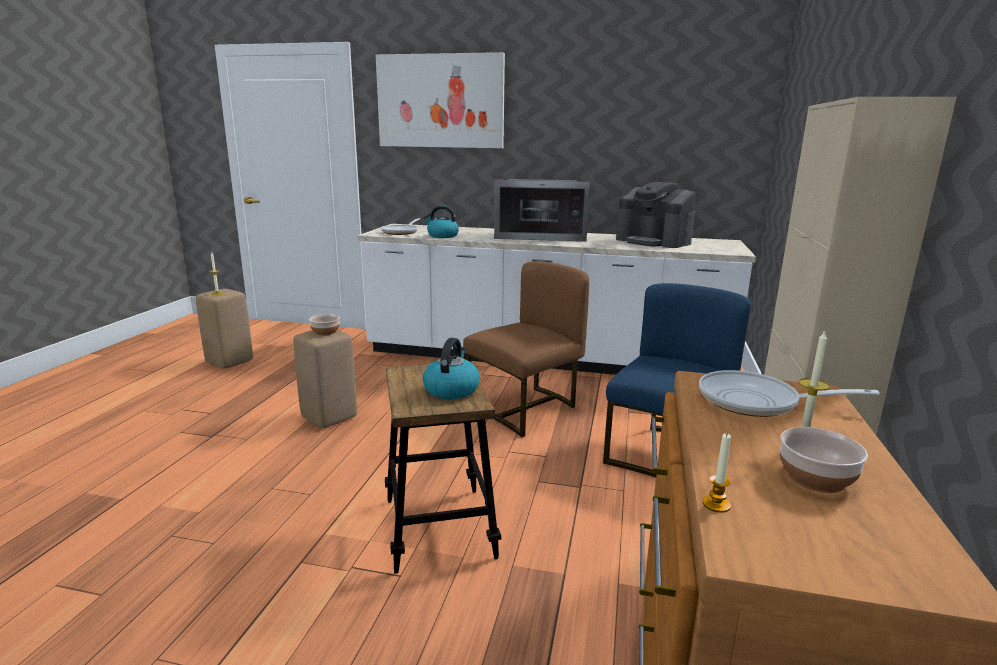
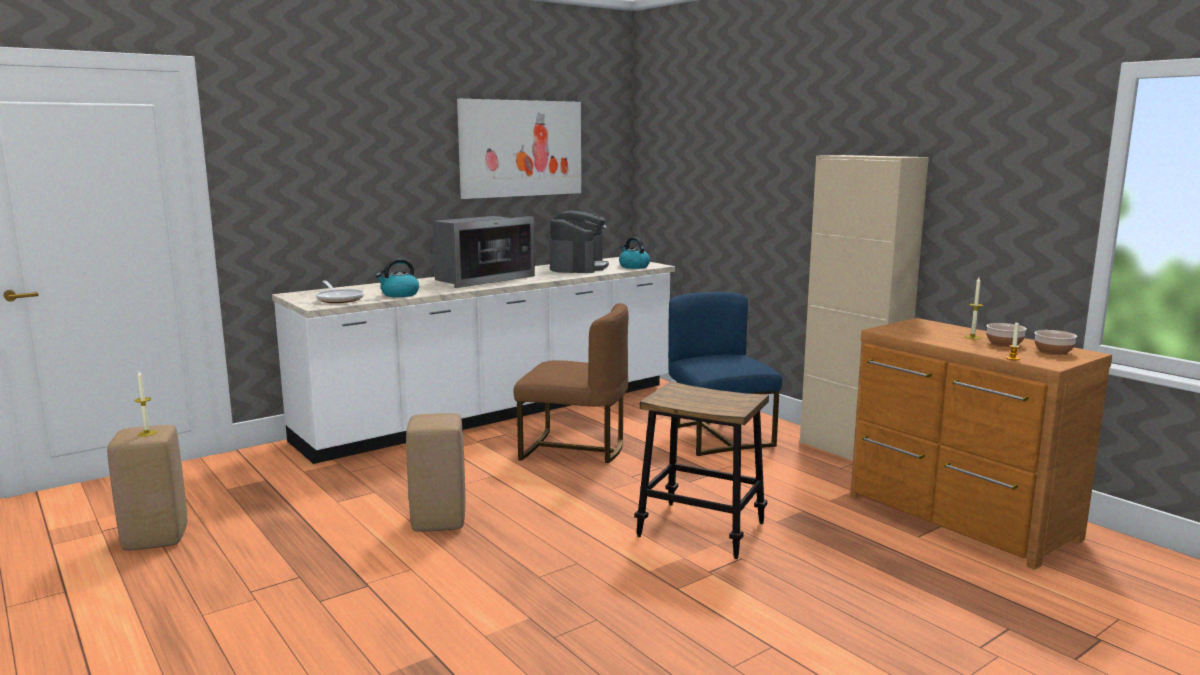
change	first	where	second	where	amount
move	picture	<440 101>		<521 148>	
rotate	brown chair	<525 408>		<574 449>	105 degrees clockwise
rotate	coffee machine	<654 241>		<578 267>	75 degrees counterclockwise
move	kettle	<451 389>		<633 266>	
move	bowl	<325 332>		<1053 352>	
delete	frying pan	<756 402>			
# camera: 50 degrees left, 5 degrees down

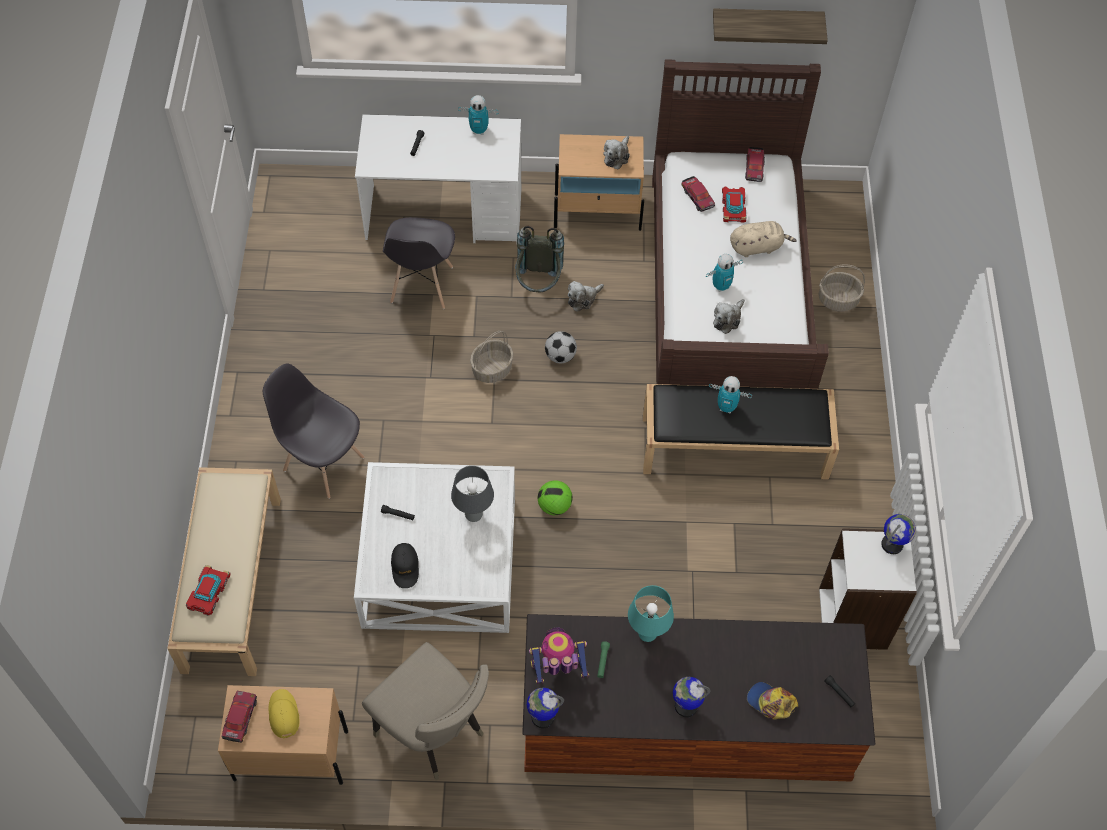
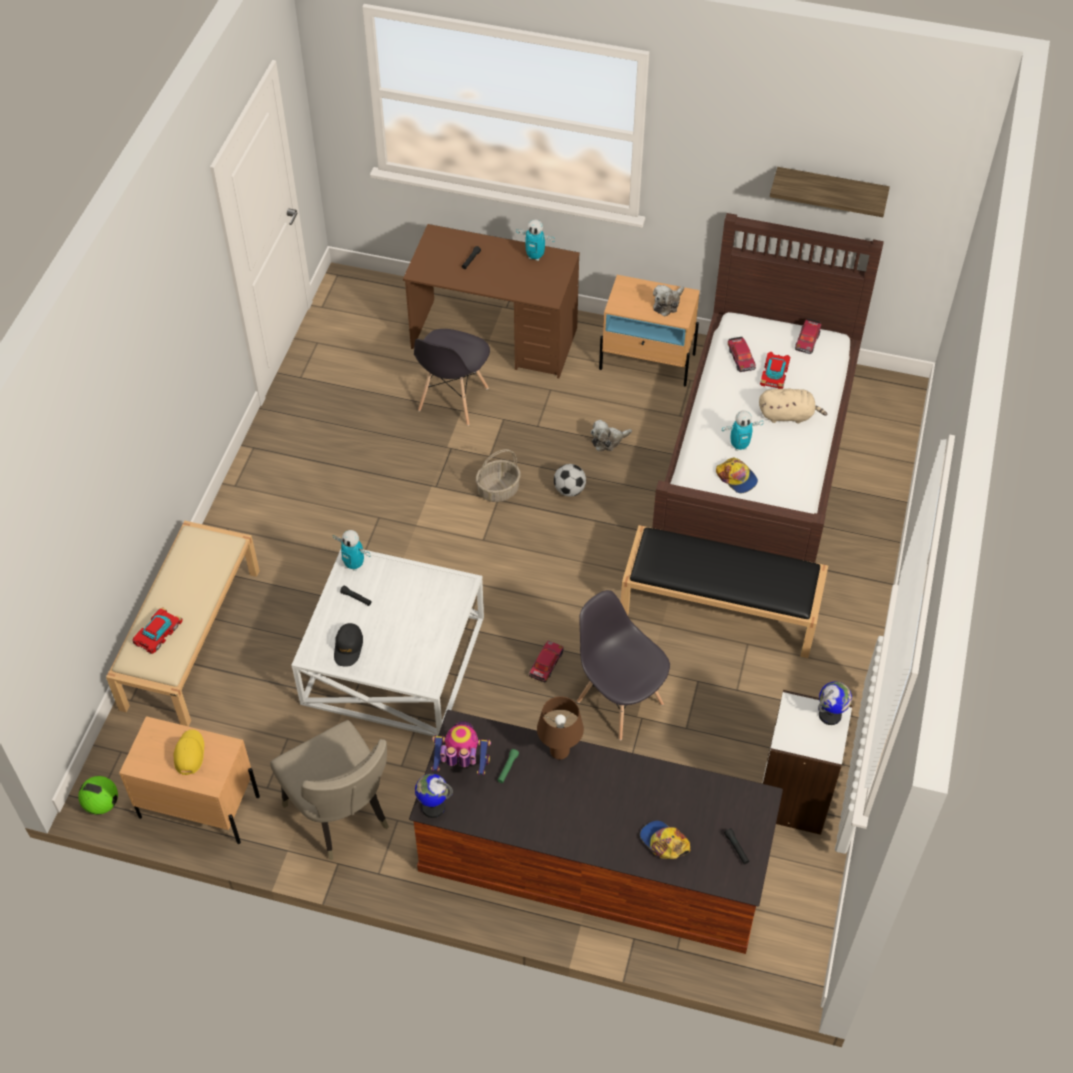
change	first	where	second	where	amount
move	football	<554 506>		<102 804>	
move	toy robot	<726 407>		<354 564>	
recolor	white desk	<444 215>	brown desk	<494 339>	
move	toy car	<239 719>		<546 664>	
recolor	turquoise table lamp	<646 634>	brown table lamp	<559 752>	
move	grey chair	<323 463>		<619 701>	
replace	plush toy	<727 319>	cap	<737 478>	
delete	grey table lamp	<473 515>			
delete	grey backpack	<538 285>			
delete	globe	<685 706>			
delete	basket	<838 299>			
# camera: 15 degrees right, 5 degrees down

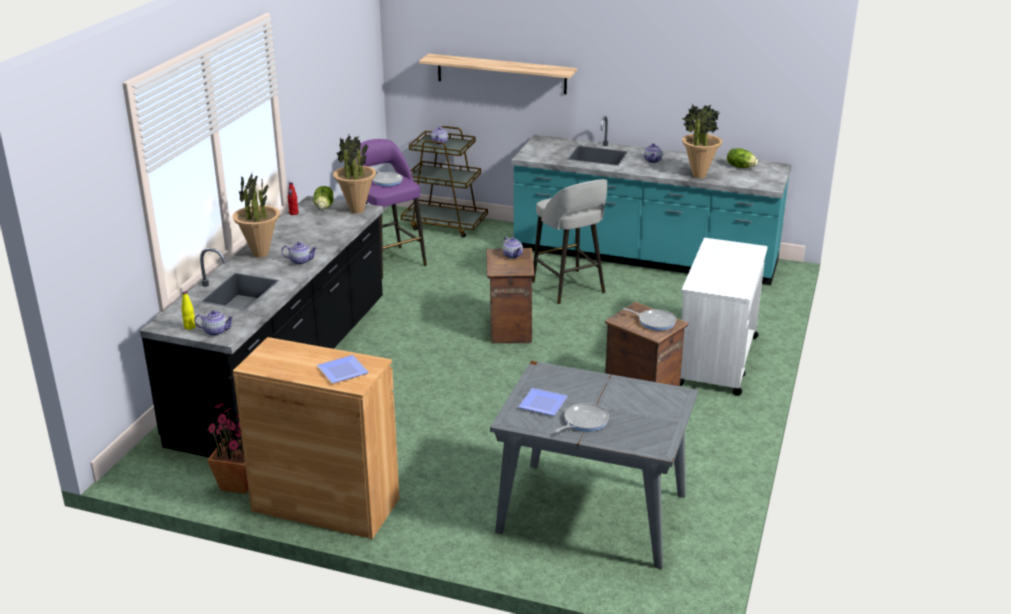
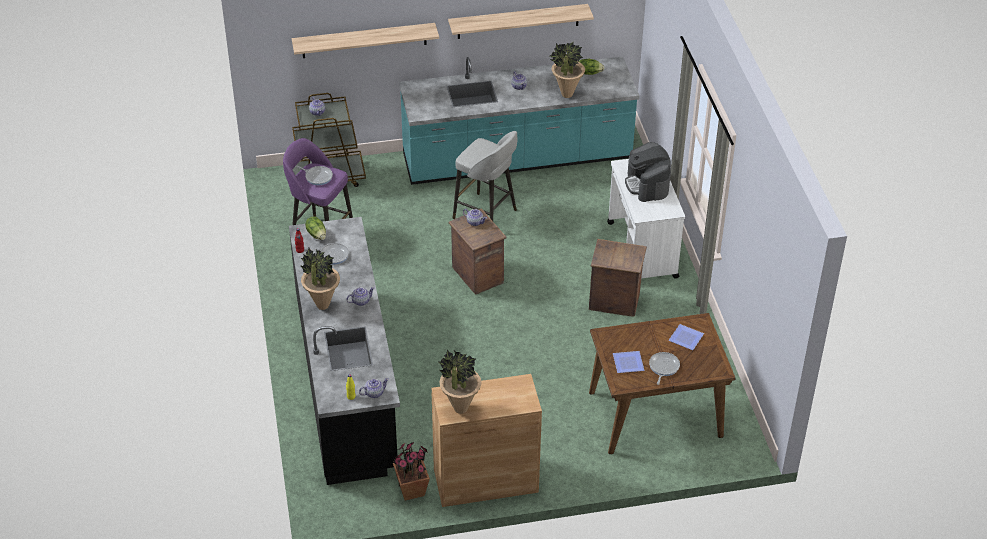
change	first	where	second	where	amount
move	frying pan	<654 321>		<332 255>	
move	potted plant	<356 210>		<460 408>	
insert			shelf	<518 21>	
recolor	grey dining table	<590 513>	brown dining table	<654 414>	
insert			coffee machine	<647 185>	
move	plate	<344 371>		<687 338>	
# camera: 30 degrees left, 15 degrees up

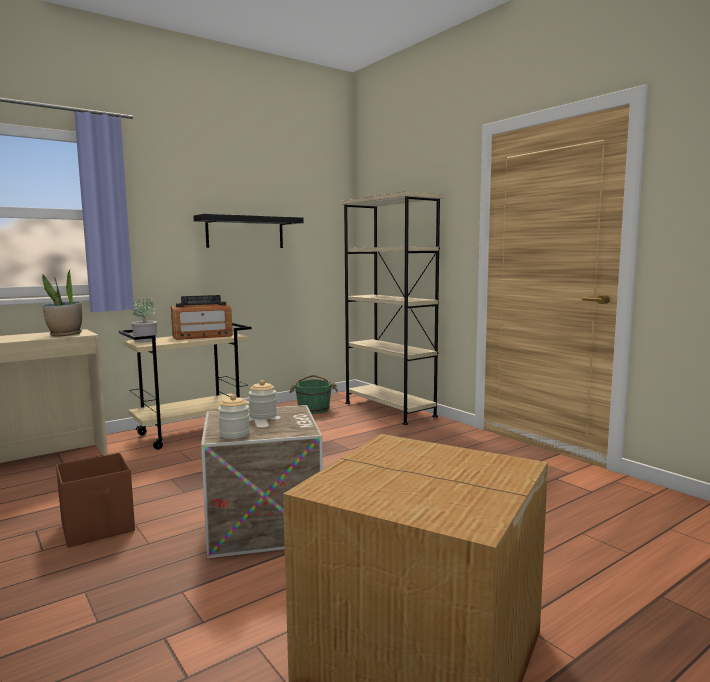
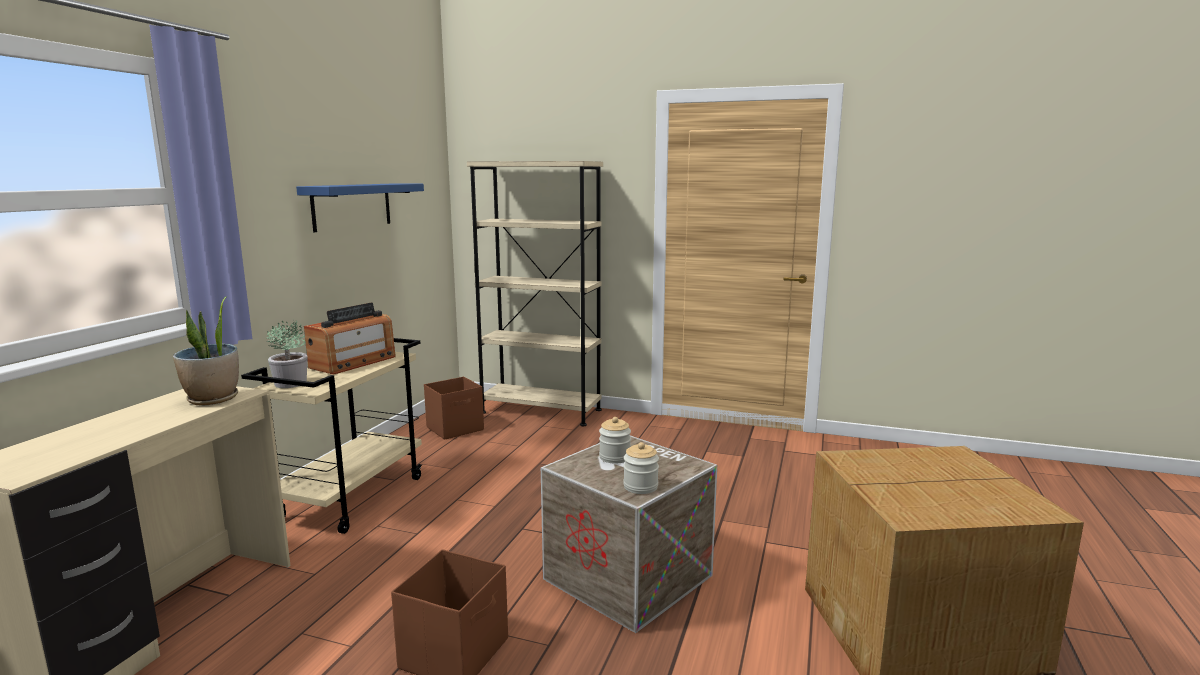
change	first	where	second	where	amount
recolor	black shelf	<245 232>	blue shelf	<352 206>	
replace	green bucket	<313 409>	brown storage box	<456 428>	
# camera: 35 degrees left, 5 degrees up

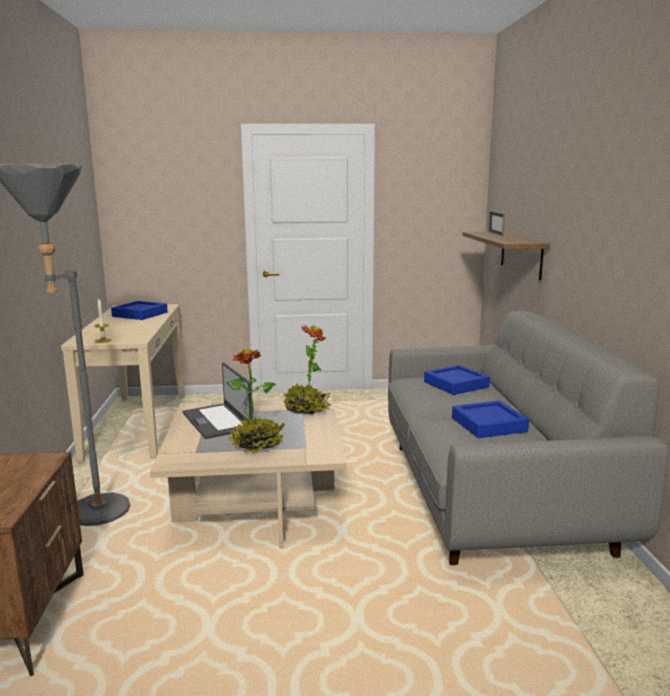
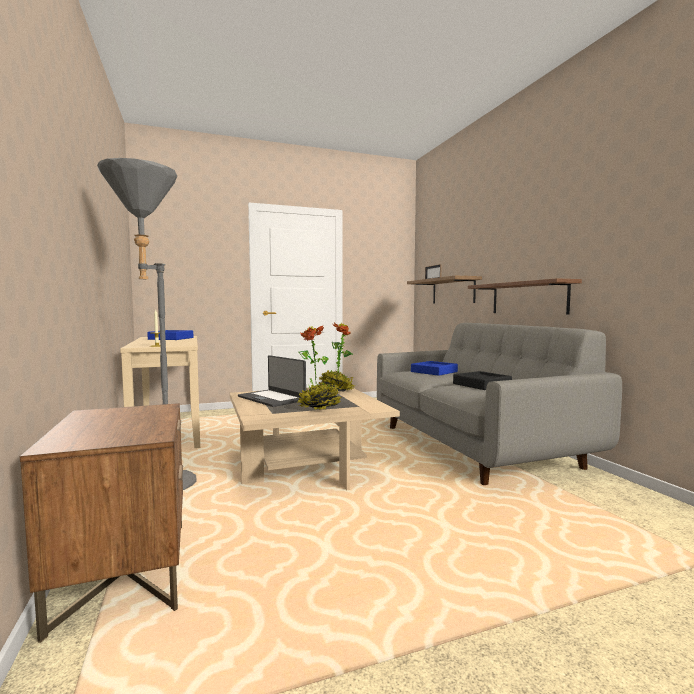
change	first	where	second	where	amount
recolor	blue tray	<488 425>	black tray	<481 385>	
insert			brown shelf	<528 298>	
# camera: 15 degrees left, 10 degrees down

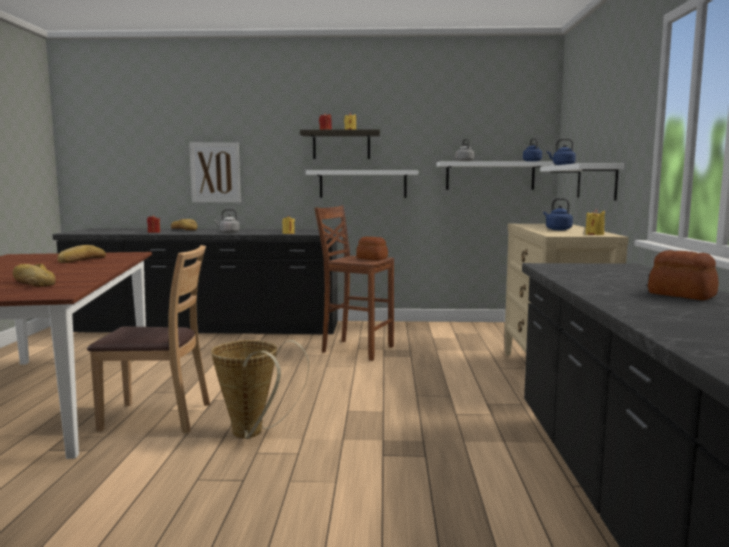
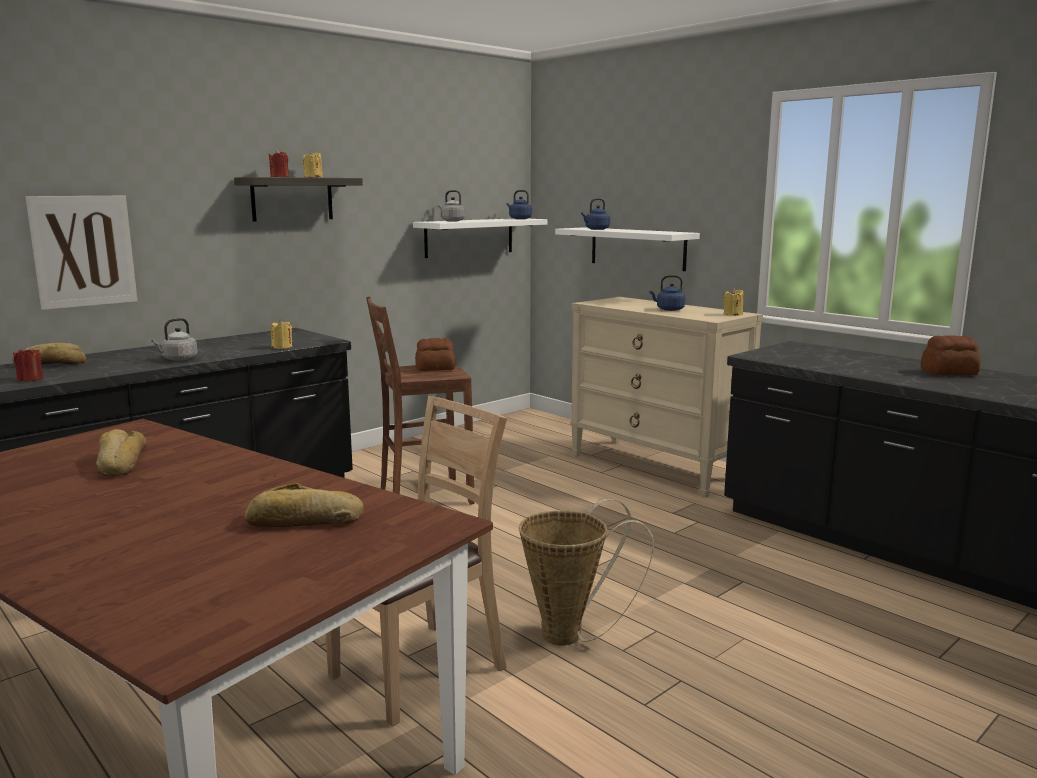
change	first	where	second	where	amount
delete	white shelf	<363 184>			
# camera: 45 degrees left, 5 degrees up

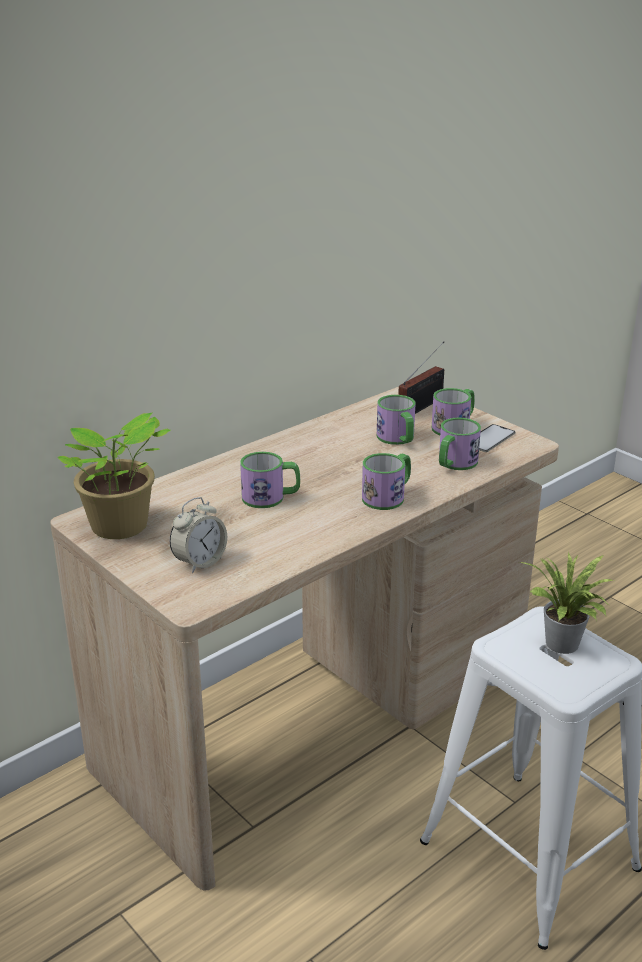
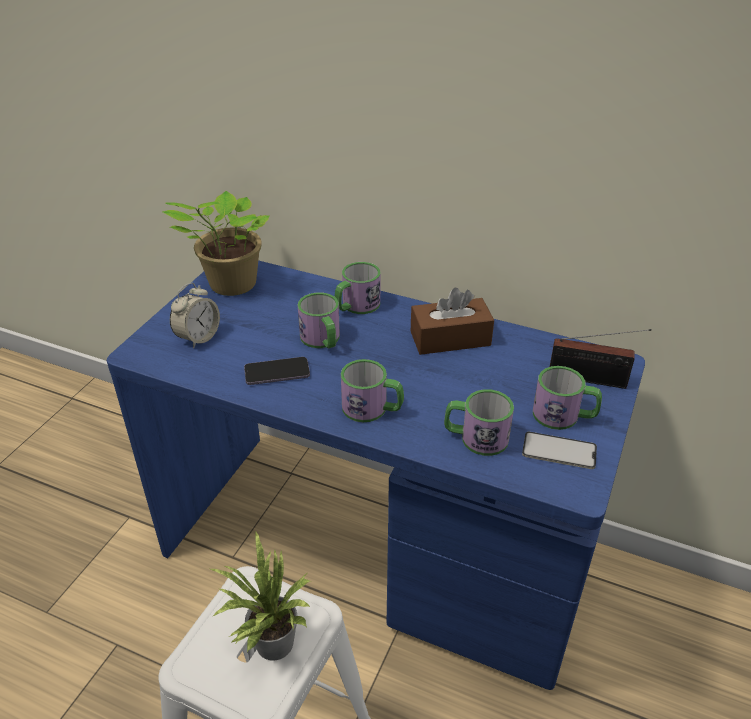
change	first	where	second	where	amount
recolor	beige desk	<319 715>	blue desk	<376 551>	
rotate	alarm clock	<200 562>		<198 337>	75 degrees counterclockwise
insert			phone	<277 373>	
move	mug	<398 439>		<356 306>	
insert			brown tissue box	<450 338>	
# camera: 65 degrees right, 10 degrees up

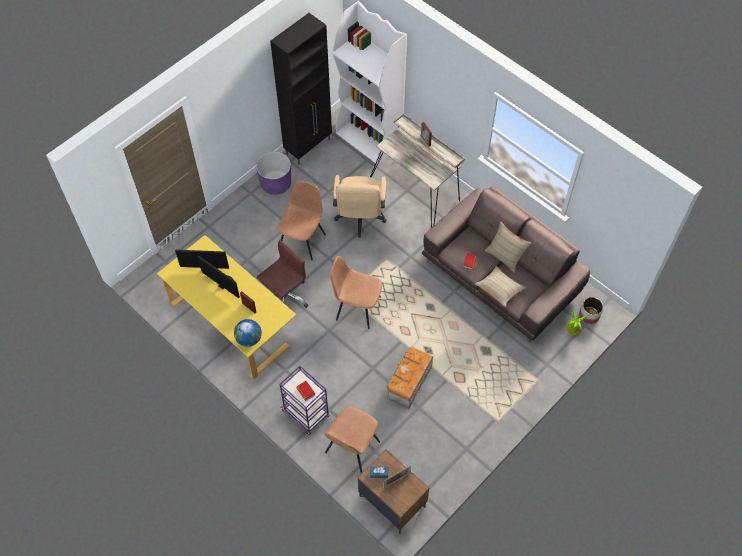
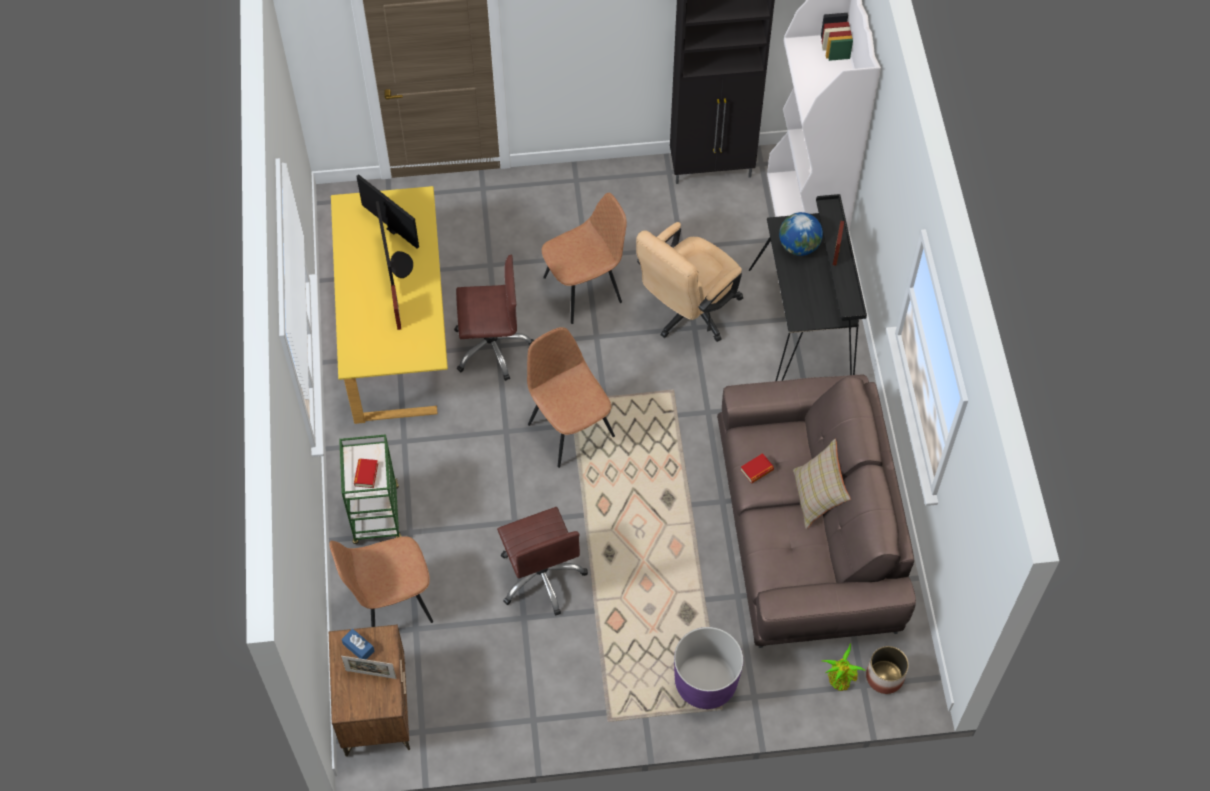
change	first	where	second	where	amount
recolor	purple cart	<306 414>	green cart	<376 516>	
replace	storage box	<408 383>	brown office chair	<541 576>	
move	purple planter	<276 183>		<705 682>	
recolor	beige desk	<416 191>	black desk	<803 328>	
move	globe	<249 339>		<799 246>	
delete	beige pillow	<499 290>			
# camera: 40 degrees right, 0 degrees up

